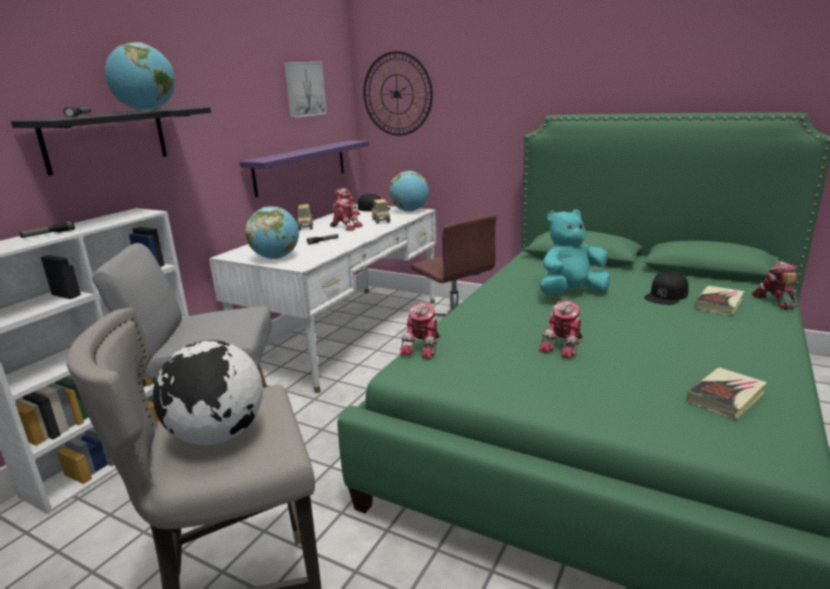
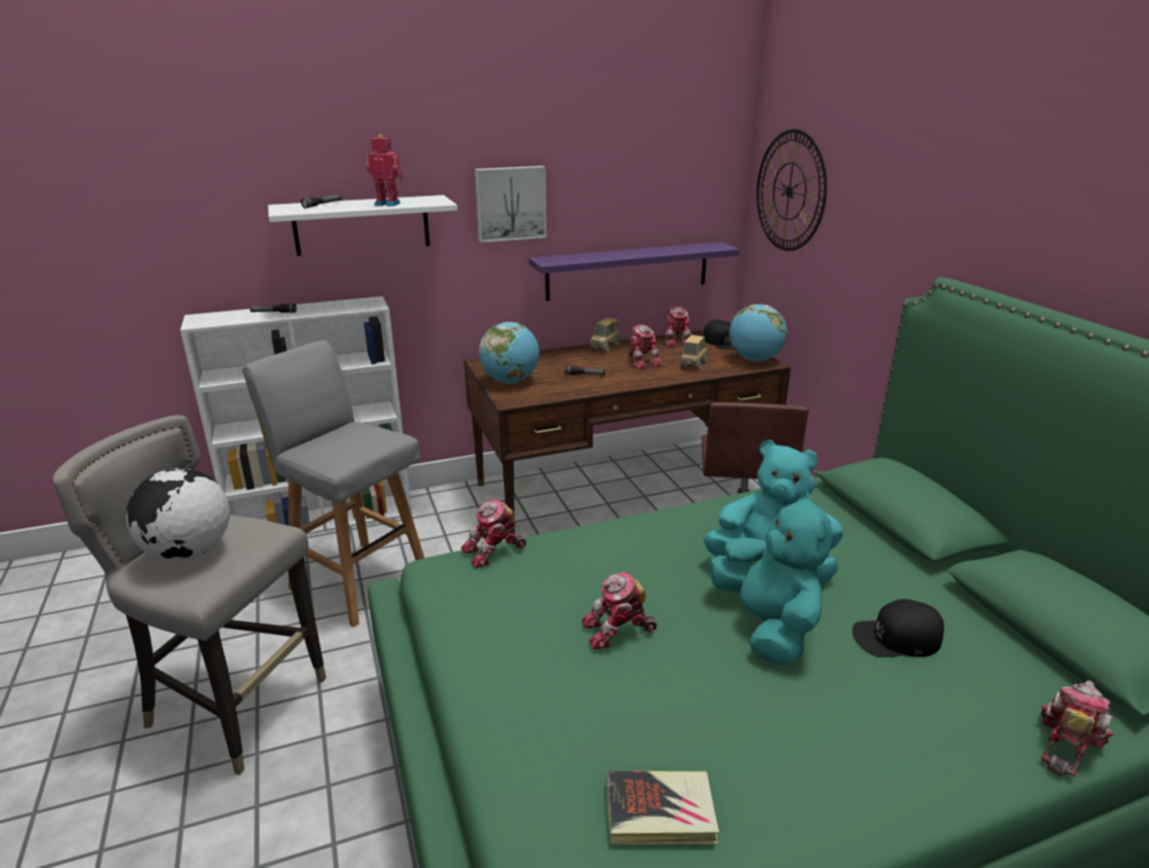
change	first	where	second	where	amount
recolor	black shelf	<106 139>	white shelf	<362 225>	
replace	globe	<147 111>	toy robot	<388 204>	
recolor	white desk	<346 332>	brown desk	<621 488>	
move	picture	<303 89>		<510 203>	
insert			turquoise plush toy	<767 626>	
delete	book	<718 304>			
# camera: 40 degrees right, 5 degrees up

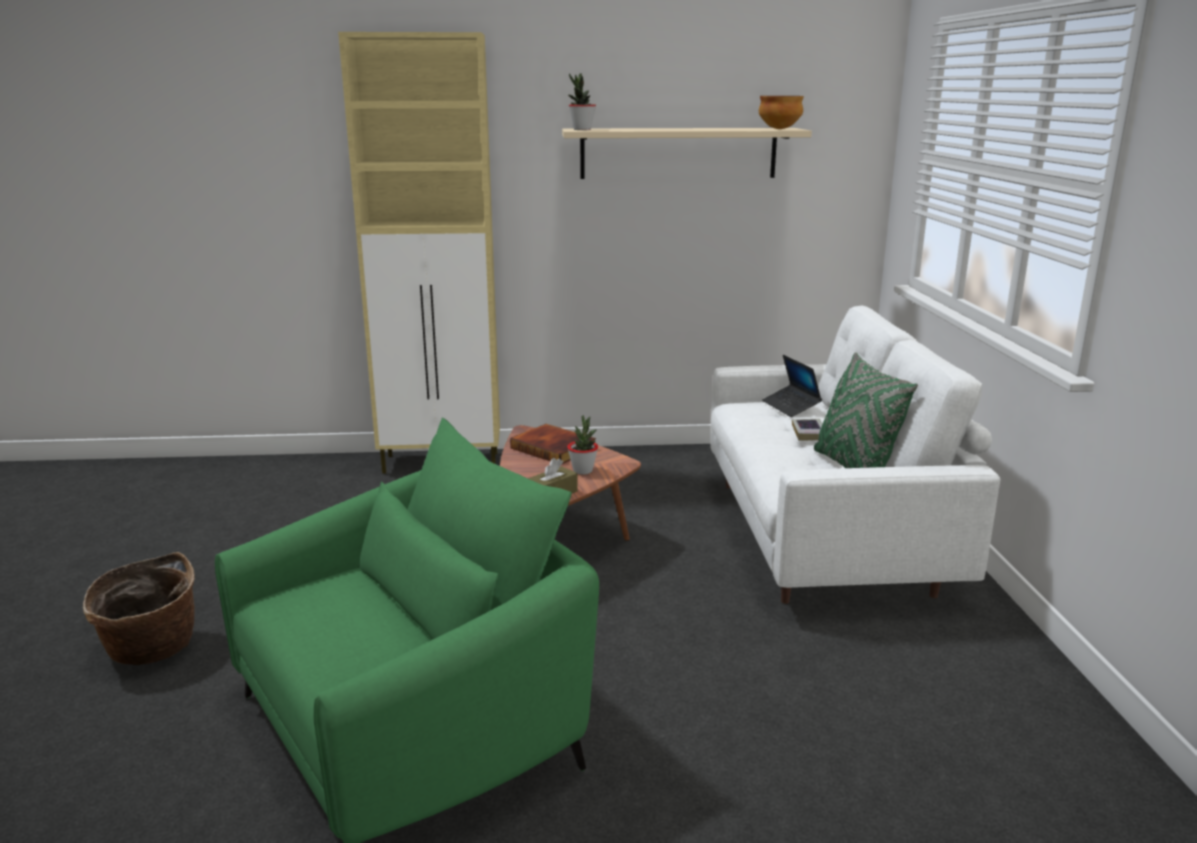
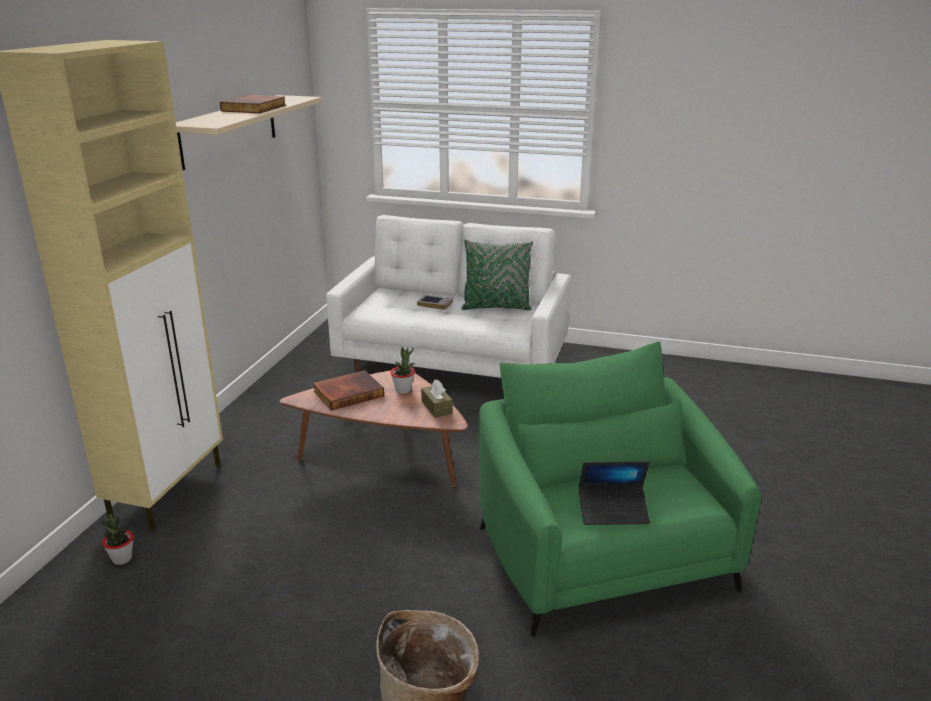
change	first	where	second	where	amount
move	potted plant	<582 129>		<122 559>	
insert			book	<255 108>	
move	laptop	<791 406>		<613 511>	
delete	bowl	<780 129>			
# camera: 70 degrees left, 5 degrees up

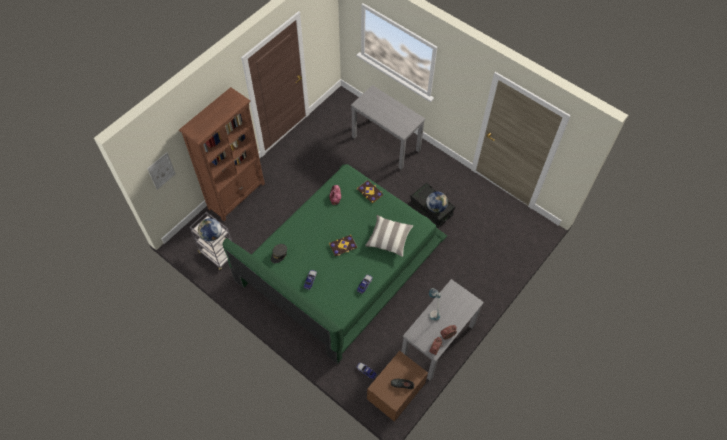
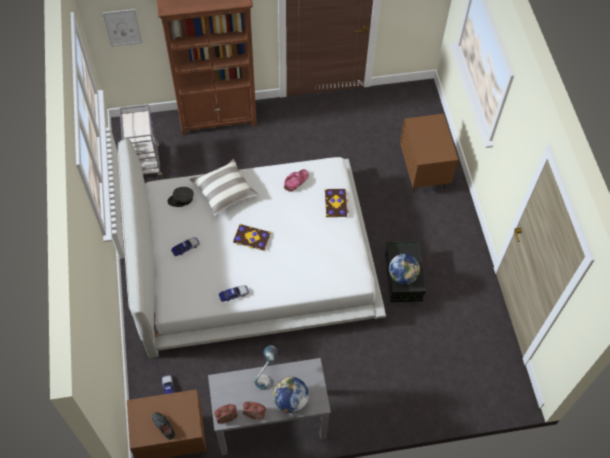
change	first	where	second	where	amount
recolor	green bed	<340 262>	white bed	<252 259>	
move	pillow	<389 239>		<224 192>	
move	globe	<211 235>		<290 401>	
replace	grey desk	<386 143>	brown nightstand	<423 171>	
# camera: 40 degrees right, 0 degrees up

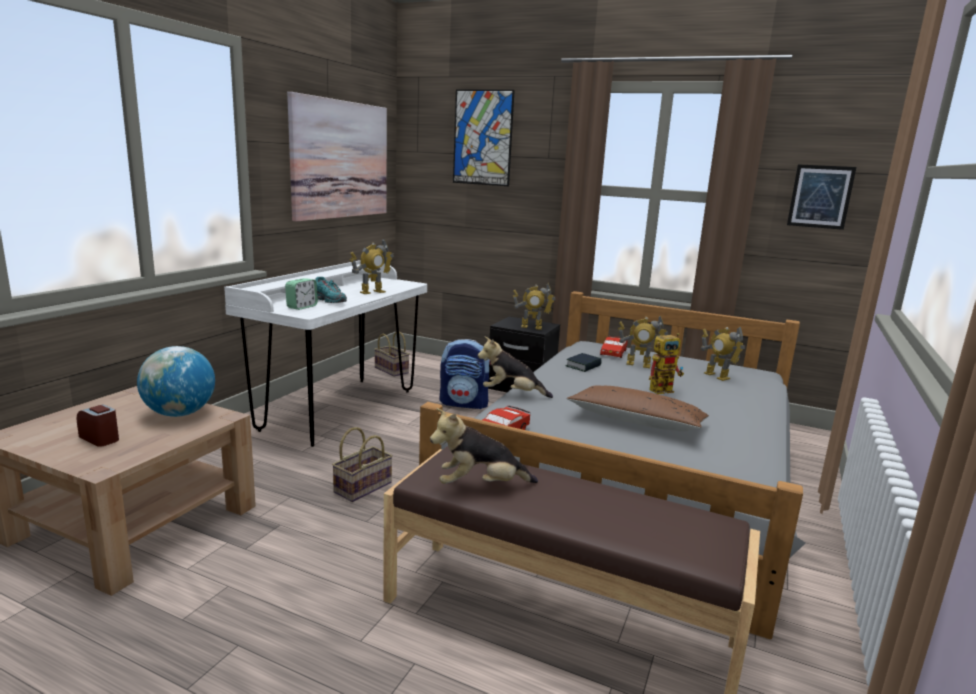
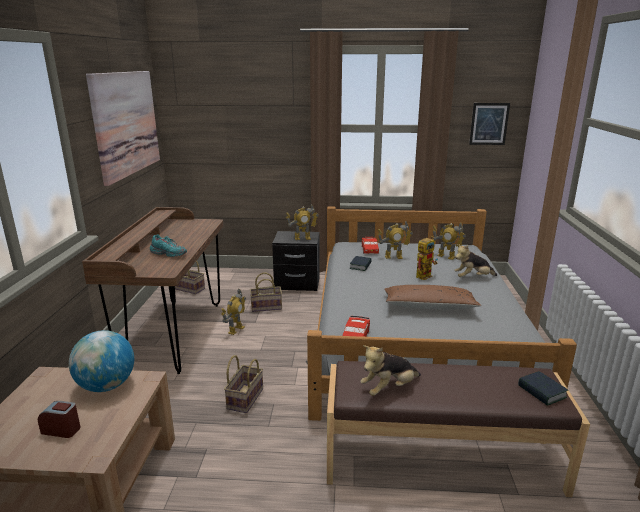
change	first	where	second	where	amount
recolor	white desk	<339 409>	brown desk	<174 334>	
move	toy robot	<372 292>		<236 330>	
replace	backpack	<465 403>	basket	<267 306>	
move	plush toy	<512 394>		<473 278>	
insert			book	<541 392>	
delete	alarm clock	<302 307>			
delete	picture	<482 138>			
# camera: 20 degrees left, 5 degrees up

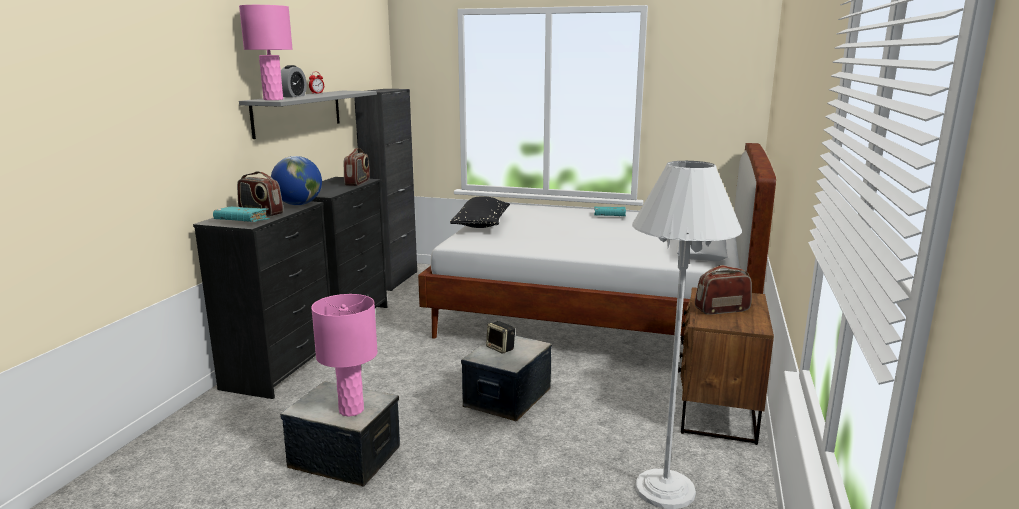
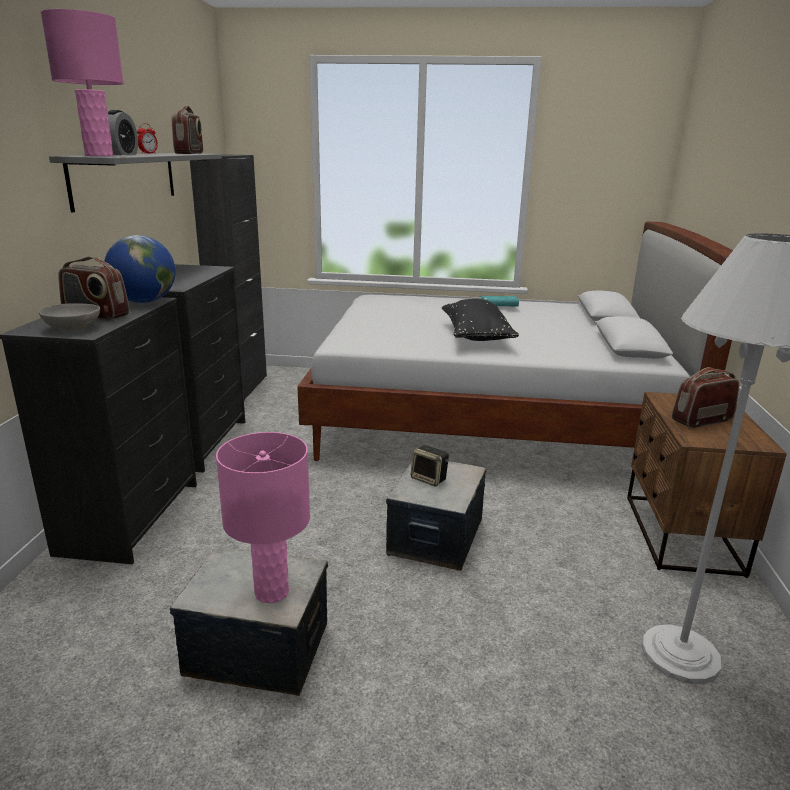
change	first	where	second	where	amount
replace	turquoise book	<242 221>	grey bowl	<73 328>	
move	radio	<358 183>		<189 153>	
move	black pillow	<481 225>		<476 336>	
# camera: 10 degrees left, 5 degrees up

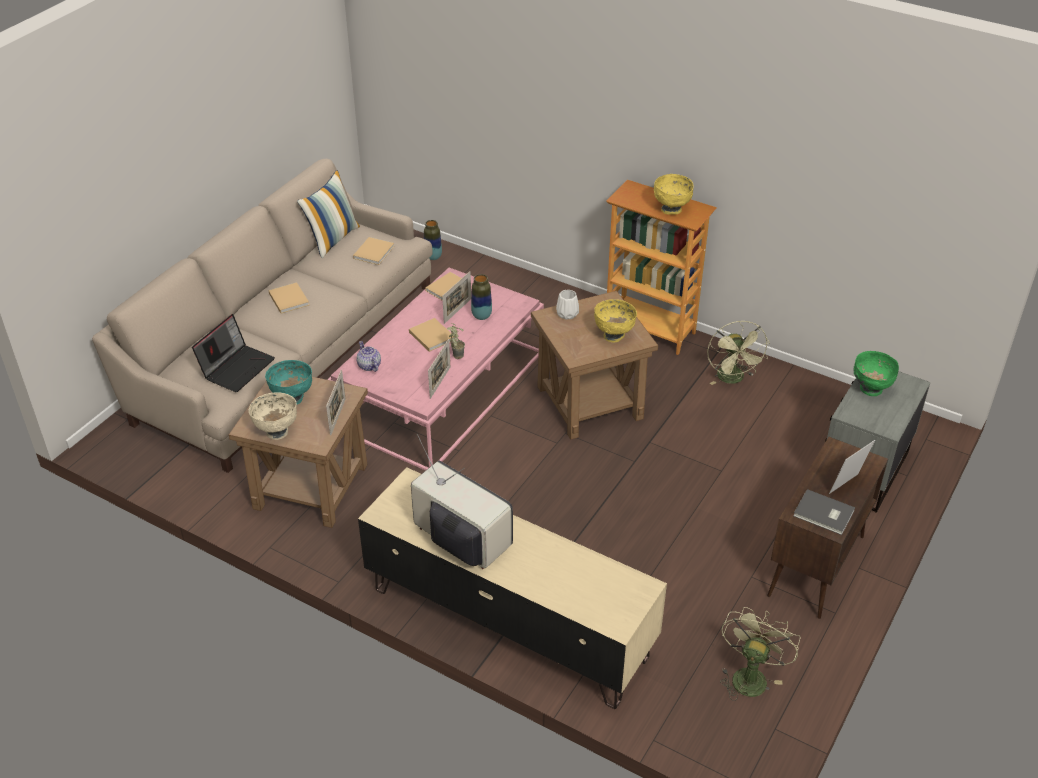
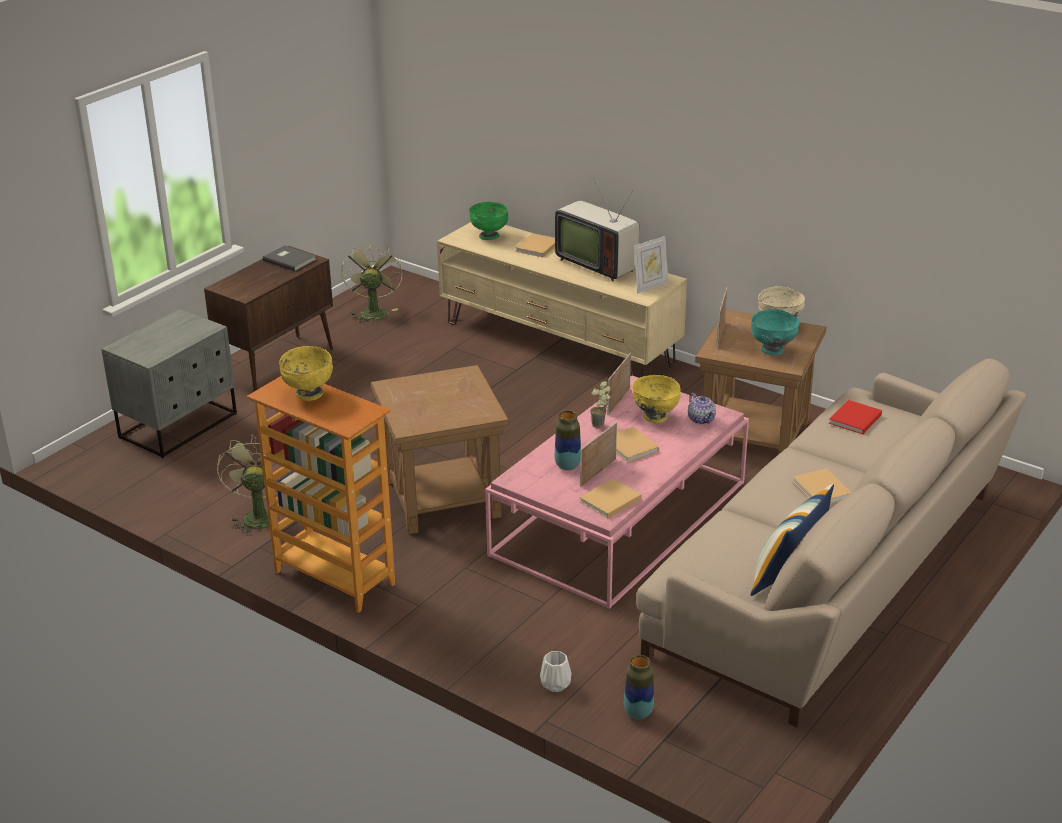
change	first	where	second	where	amount
rotate	green fan	<750 675>		<373 311>	150 degrees clockwise
move	green bowl	<870 389>		<489 236>	
move	beige book	<374 251>		<536 247>	
move	white vase	<566 314>		<556 684>	
move	yellow bowl	<614 335>		<655 417>	
move	picture frame	<847 486>		<650 286>	
replace	laptop	<237 367>	red book	<854 419>	
# camera: 175 degrees left, 10 degrees down

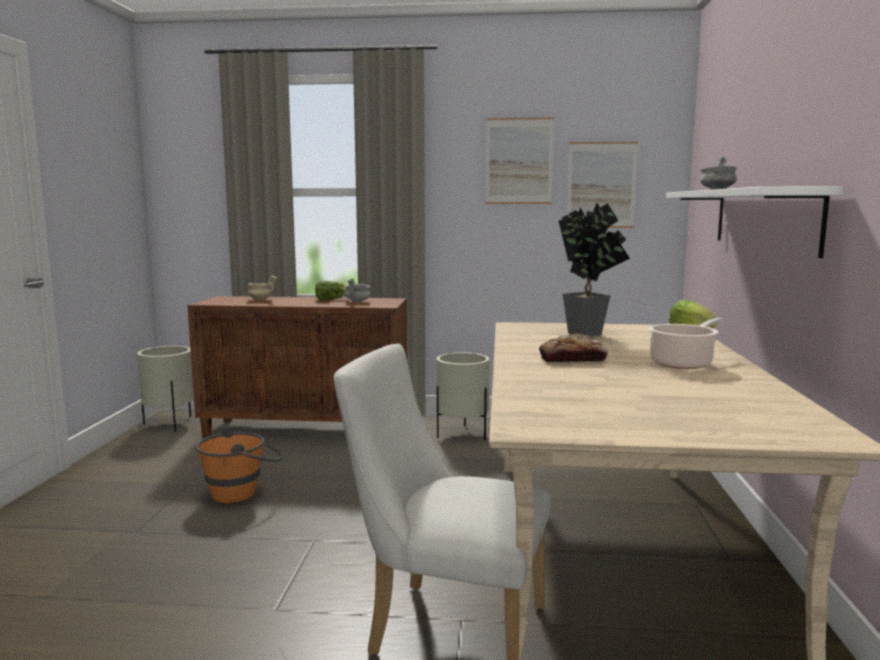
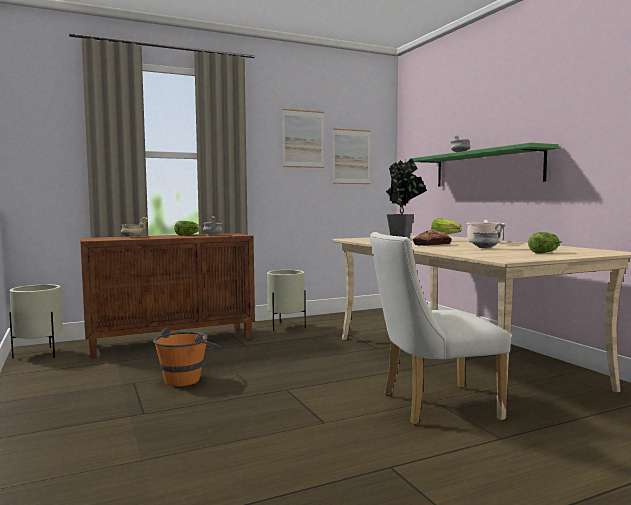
change	first	where	second	where	amount
recolor	white shelf	<763 219>	green shelf	<486 168>	
insert			grey bowl	<485 248>	
insert			lettuce	<545 252>	
# camera: 30 degrees left, 5 degrees down

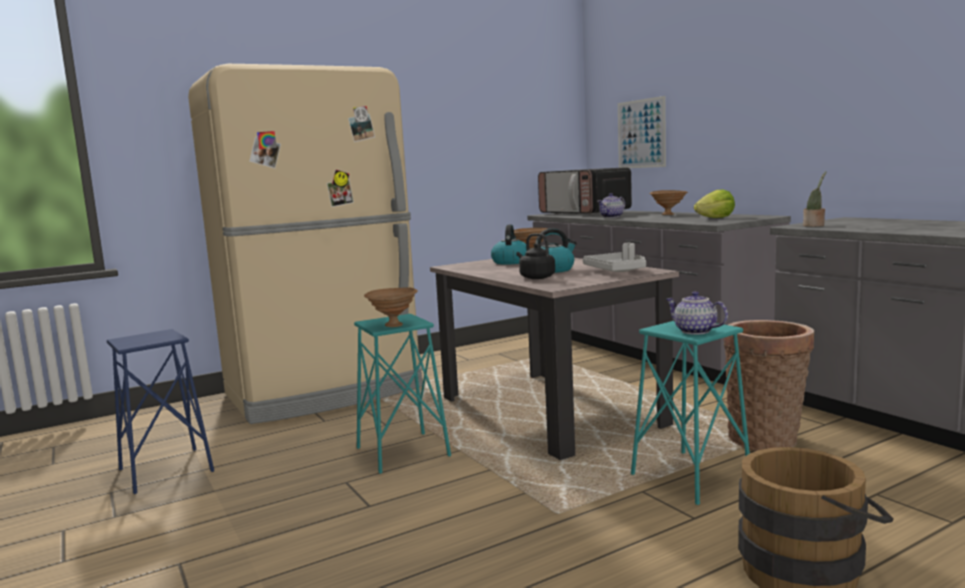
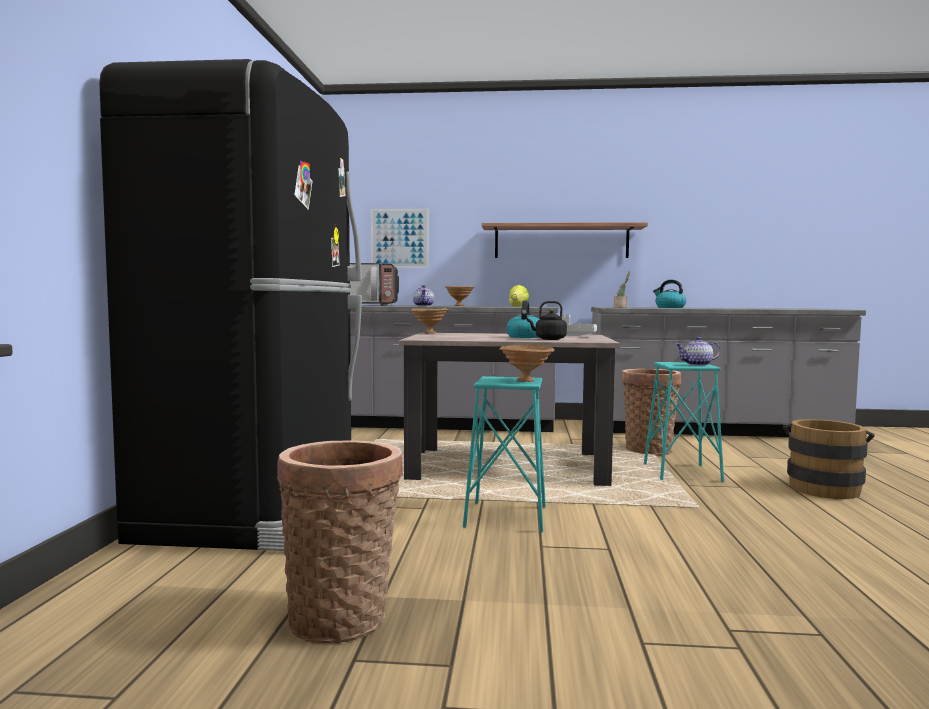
change	first	where	second	where	amount
recolor	beige fridge	<325 391>	black fridge	<260 507>	
replace	blue stool	<167 470>	basket	<342 616>	
insert			shelf	<561 242>	
move	kettle	<510 262>		<669 307>	
# camera: 55 degrees left, 5 degrees down

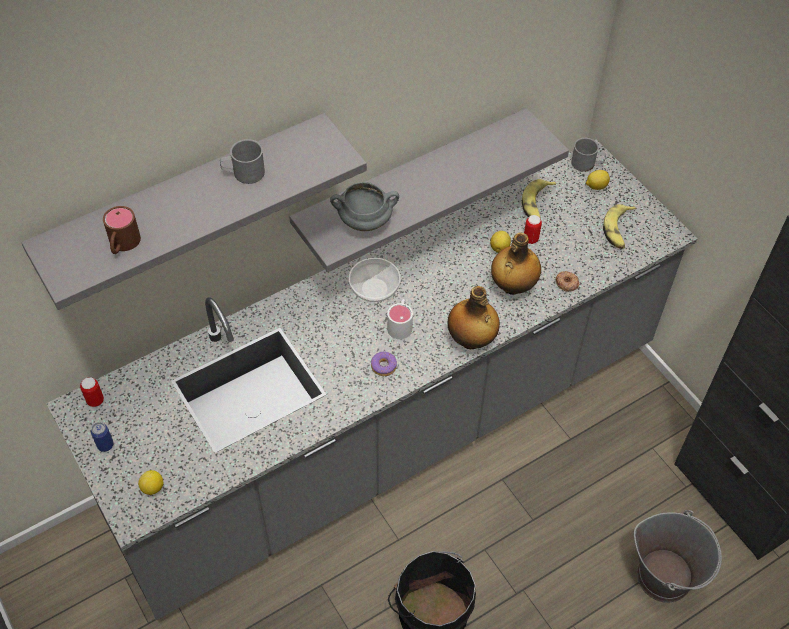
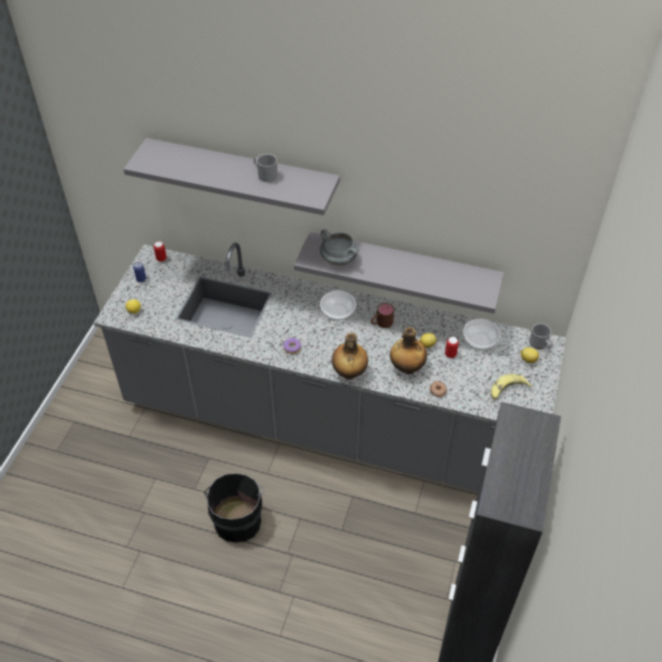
change	first	where	second	where	amount
move	brown mug	<122 245>		<381 323>	
replace	banana	<537 204>	bowl	<479 341>	
delete	white mug	<400 324>			
delete	grey bucket	<664 576>			
# camera: 50 degrees right, 5 degrees down

